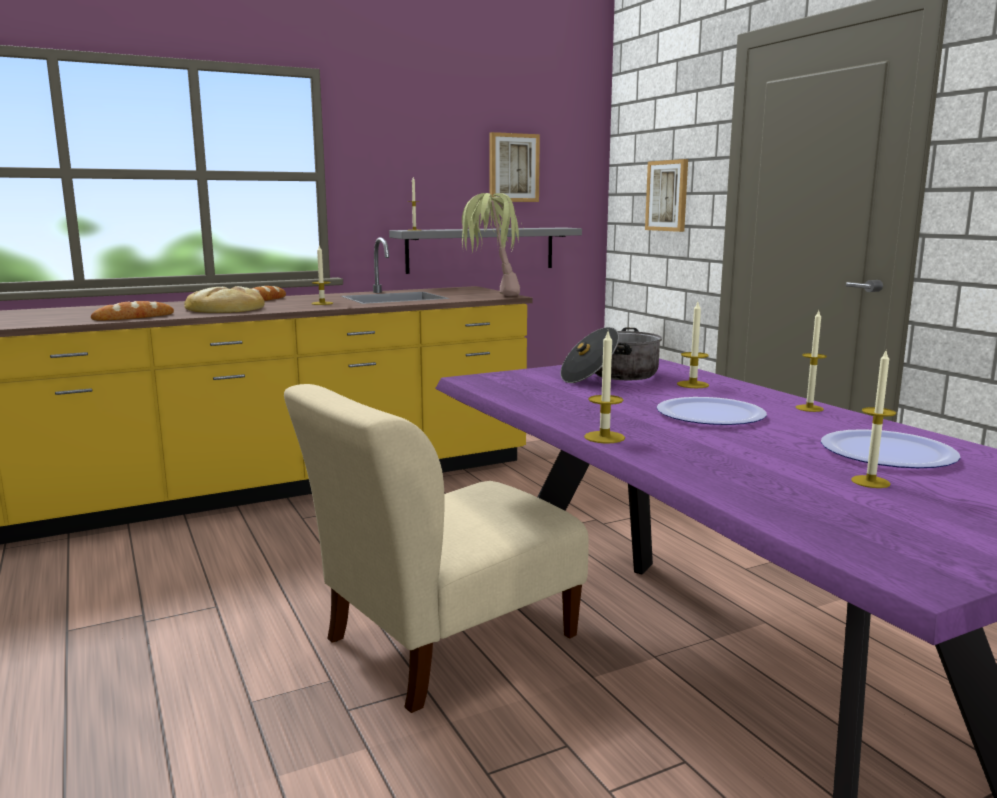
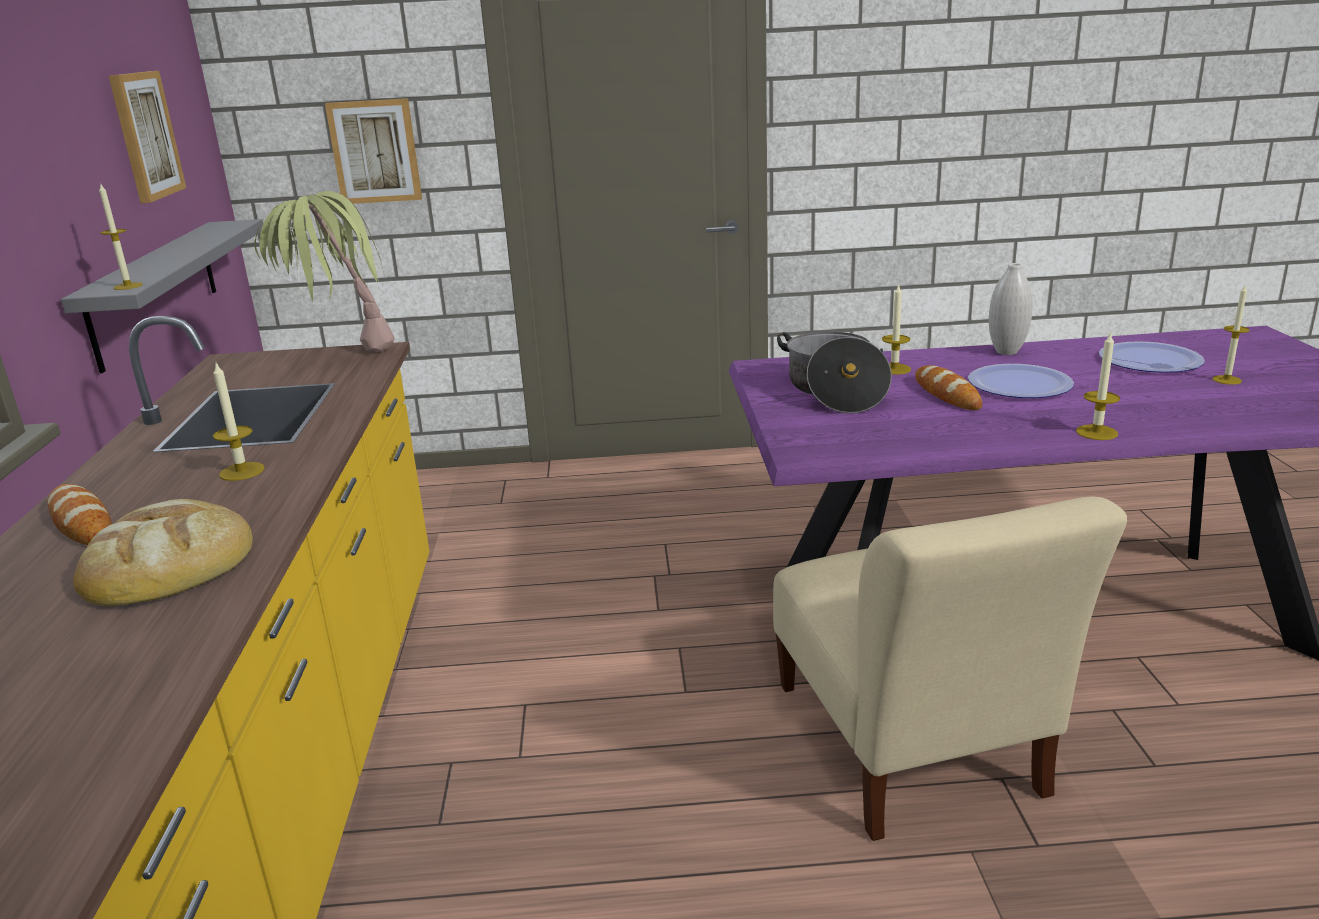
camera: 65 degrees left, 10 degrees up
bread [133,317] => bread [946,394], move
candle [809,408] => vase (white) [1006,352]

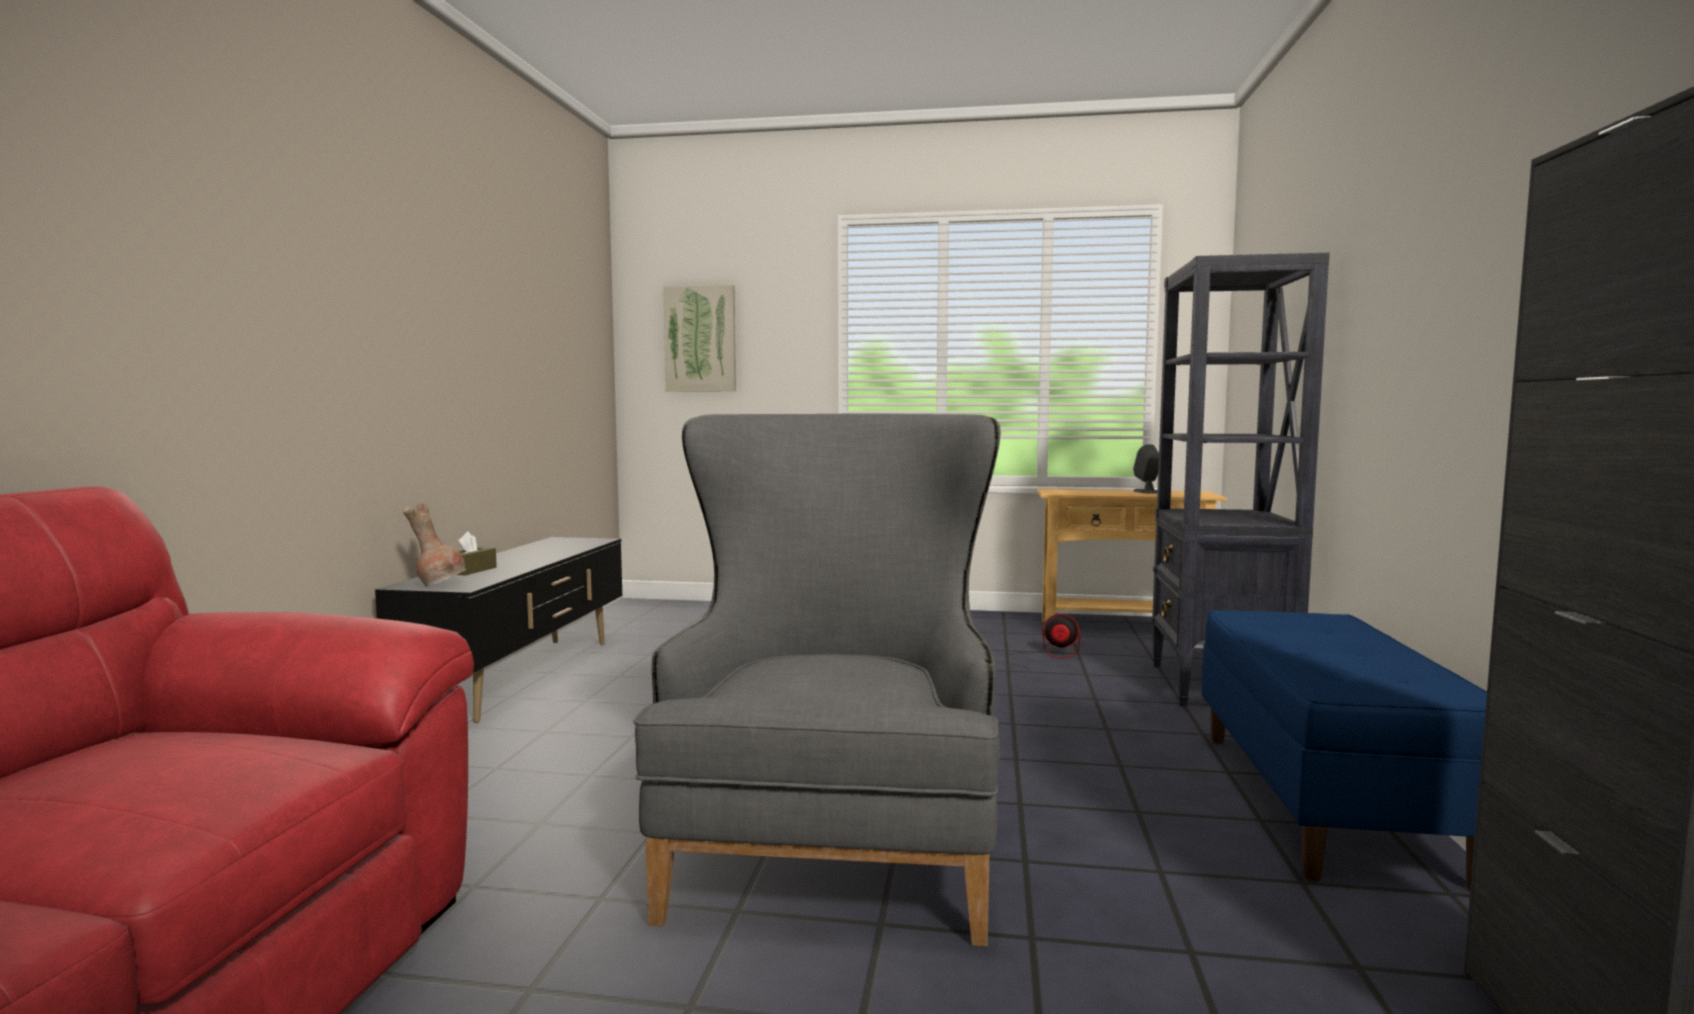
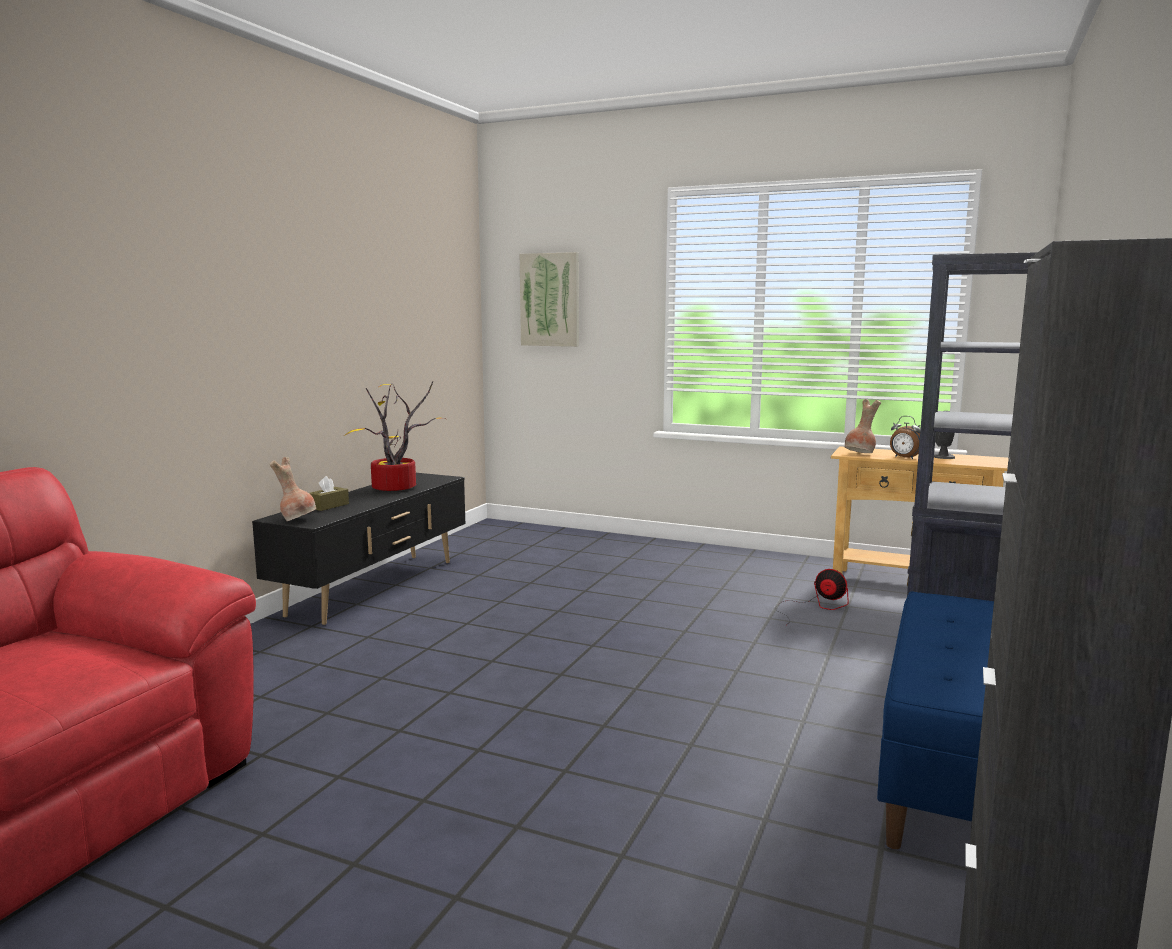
camera: 15 degrees right, 5 degrees up
armchair (grey) [835,851] => nothing
nothing => potted plant [394,489]
nothing => vase (brown) [860,454]
nothing => alarm clock [904,458]

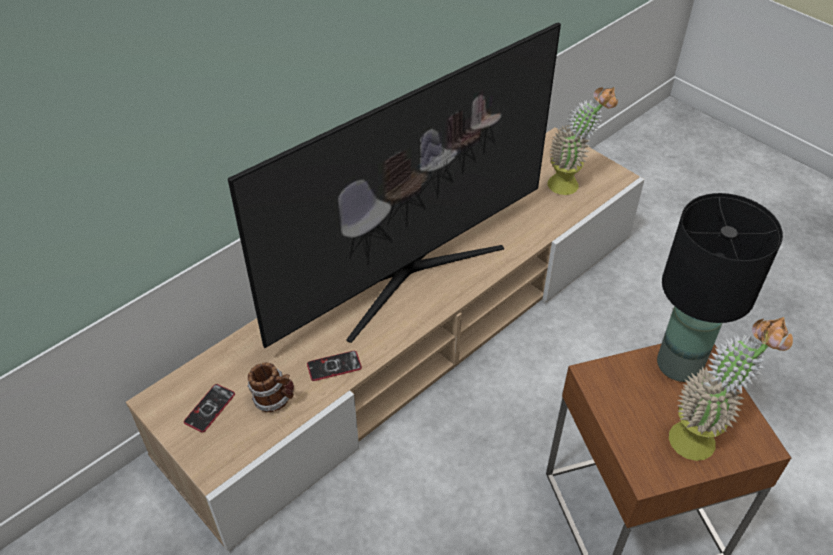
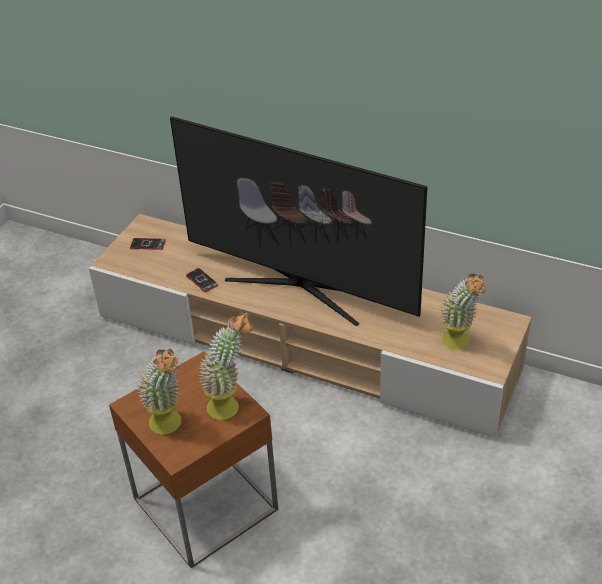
camera: 70 degrees right, 5 degrees down
mug [275,400] => nothing
table lamp (black) [680,364] => potted plant [231,405]

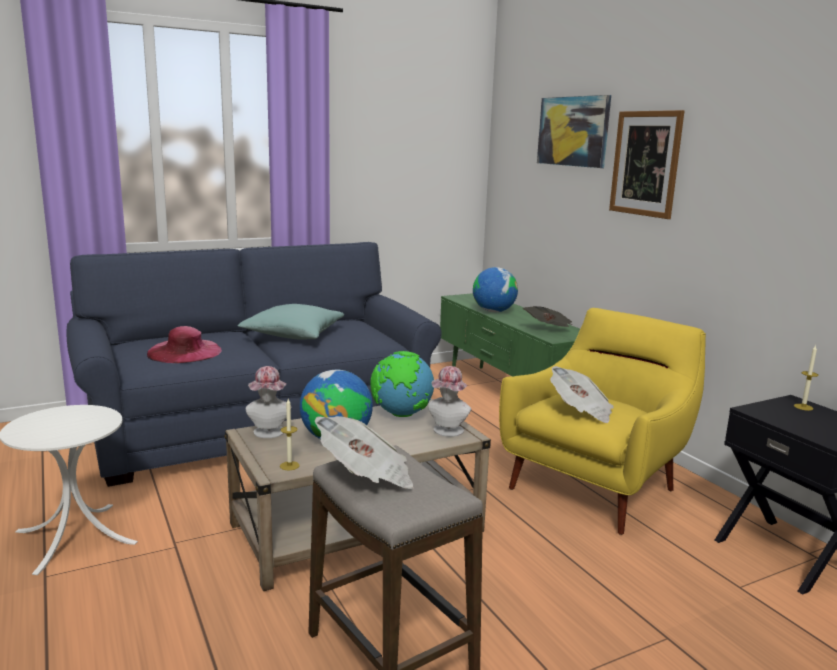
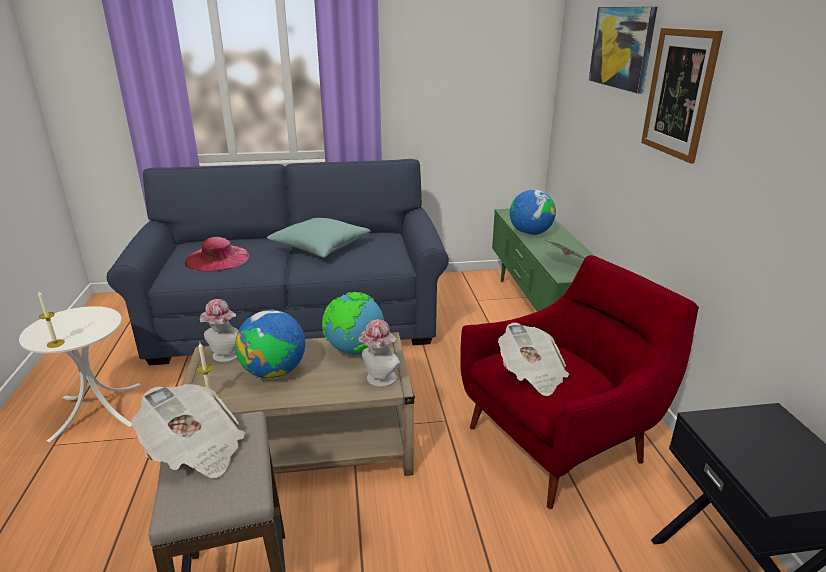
camera: 20 degrees right, 10 degrees up
candle [803,407] => candle [55,343], move
armchair (yellow) [596,486] => armchair (red) [560,441]

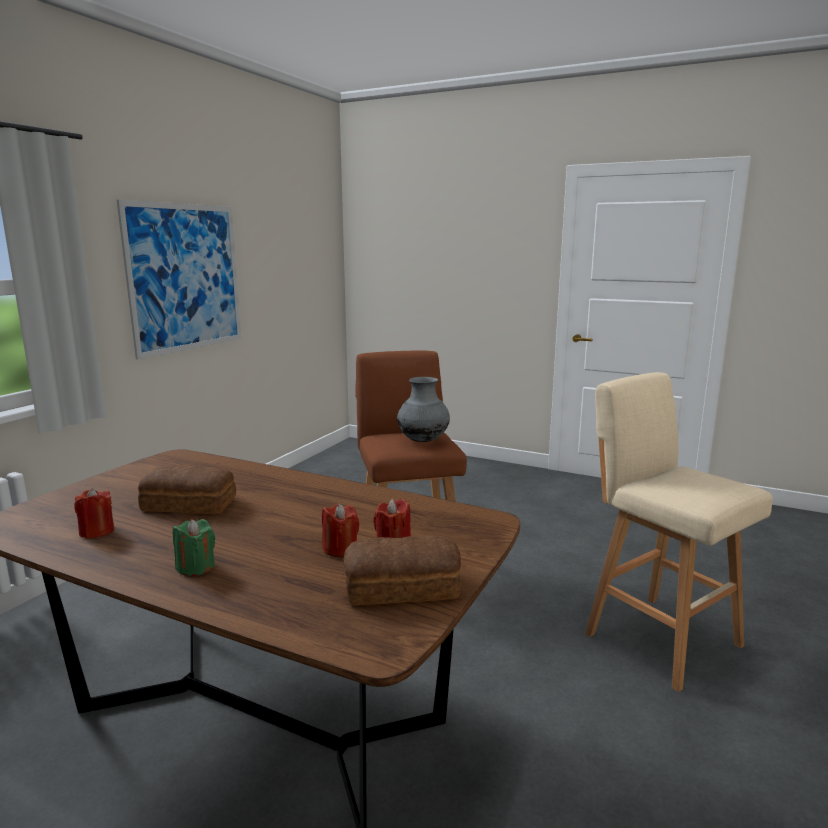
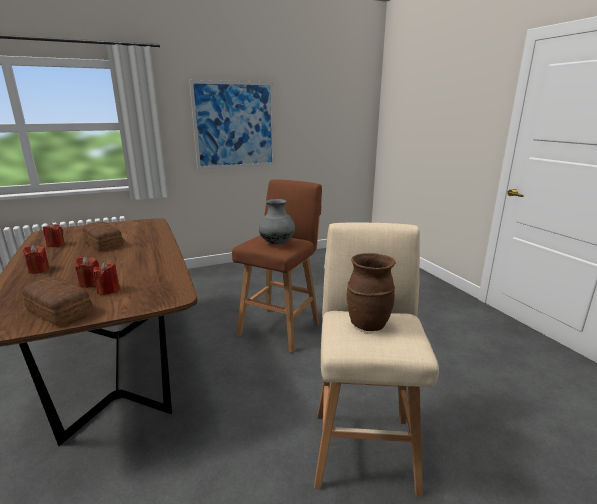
camera: 40 degrees right, 5 degrees up
nothing => vase (brown) [367,324]
candle (green) [196,567] => candle (red) [39,270]

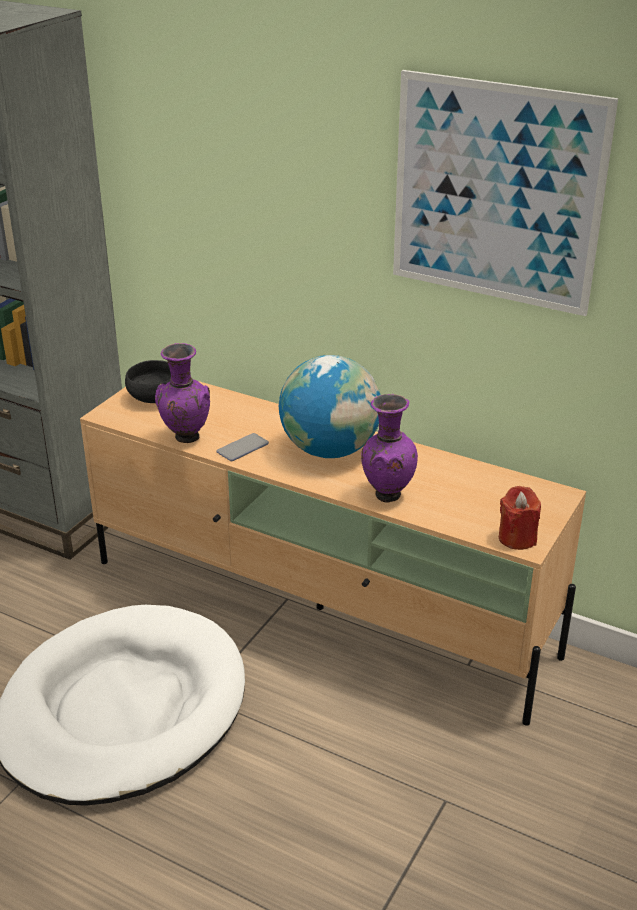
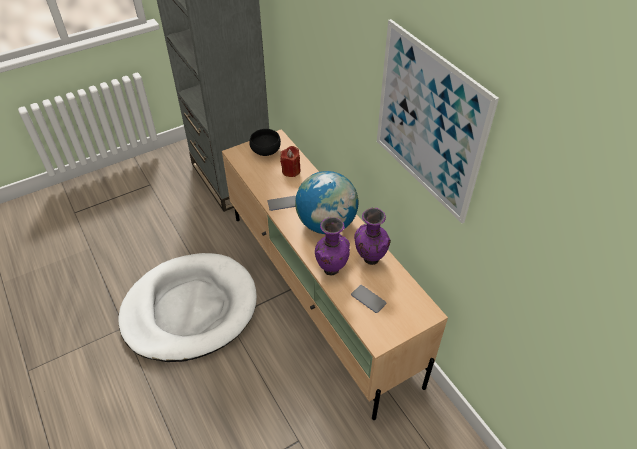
camera: 30 degrees right, 15 degrees up
nothing => phone [368,299]
vase (purple) [185,438] => vase (purple) [369,259], move
candle (red) [517,538] => candle (red) [291,170], move

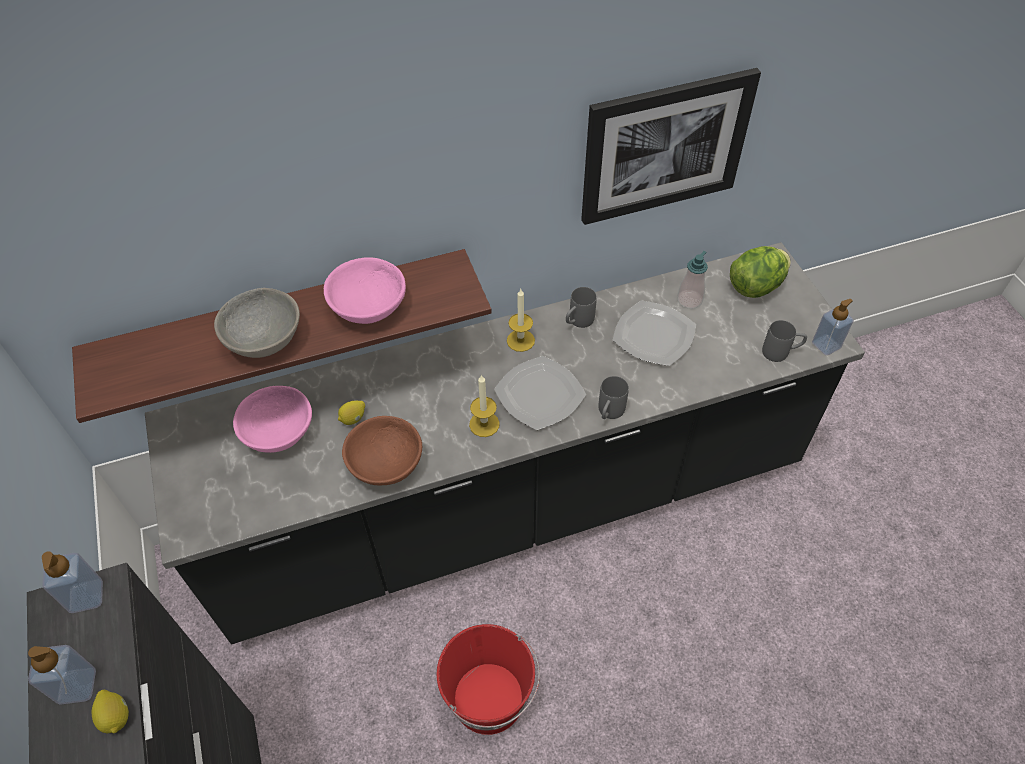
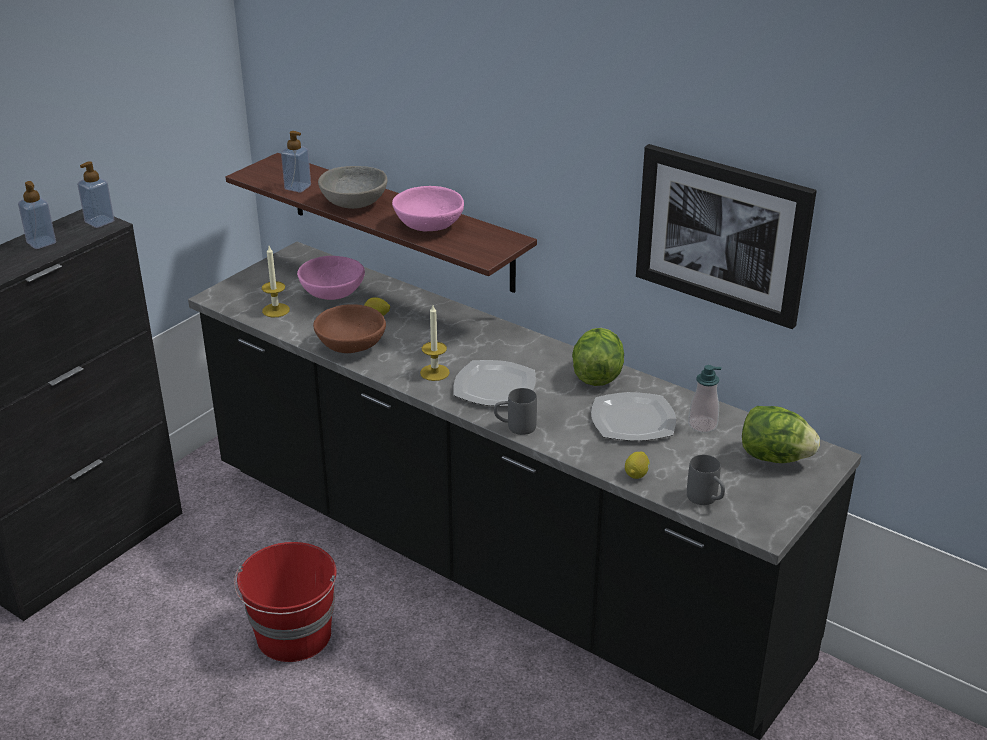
camera: 55 degrees right, 20 degrees down
lemon [116,716] => lemon [636,474], move
candle [520,340] => candle [276,310], move
soap dispenser [826,345] => soap dispenser [297,187], move
mug (grey) [577,322] => lettuce [597,376]

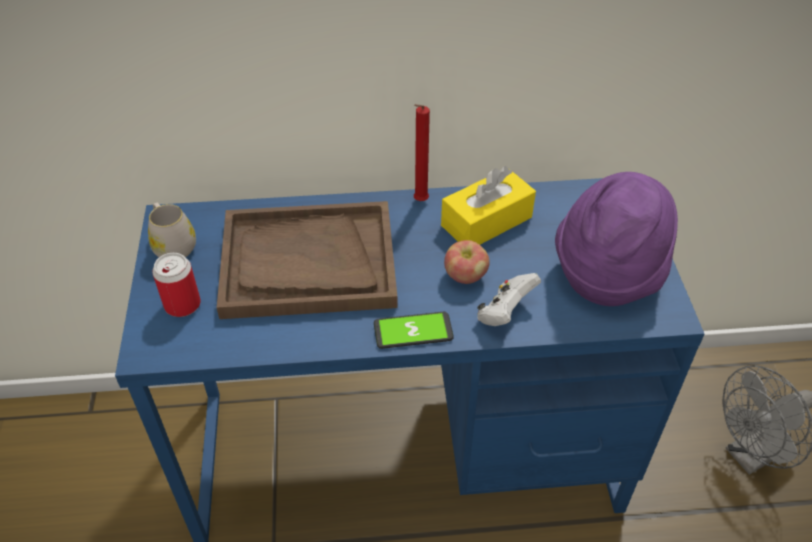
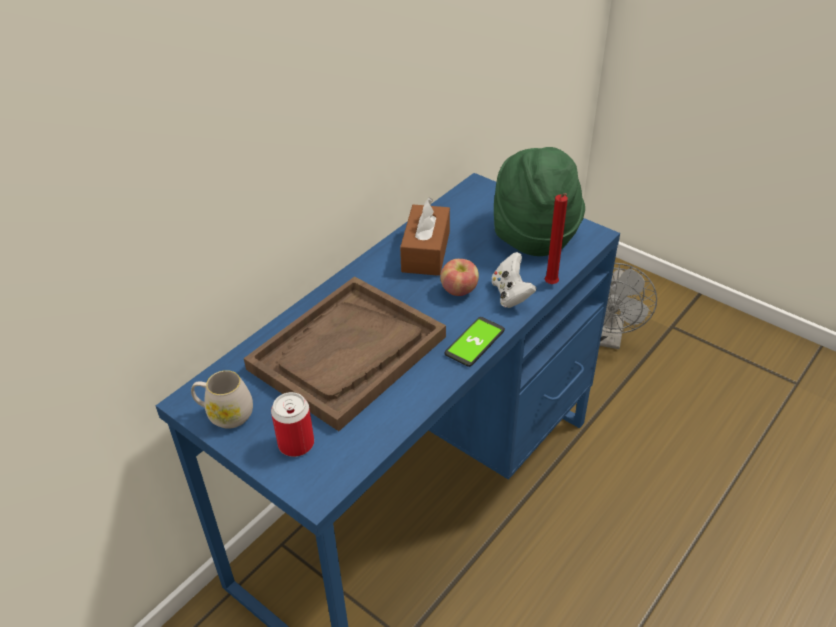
camera: 45 degrees left, 5 degrees down
candle (red) [419,202] => candle (red) [551,285], move
tissue box (yellow) [486,221] => tissue box (brown) [426,252]
hat (purple) [608,272] => hat (green) [533,234]

